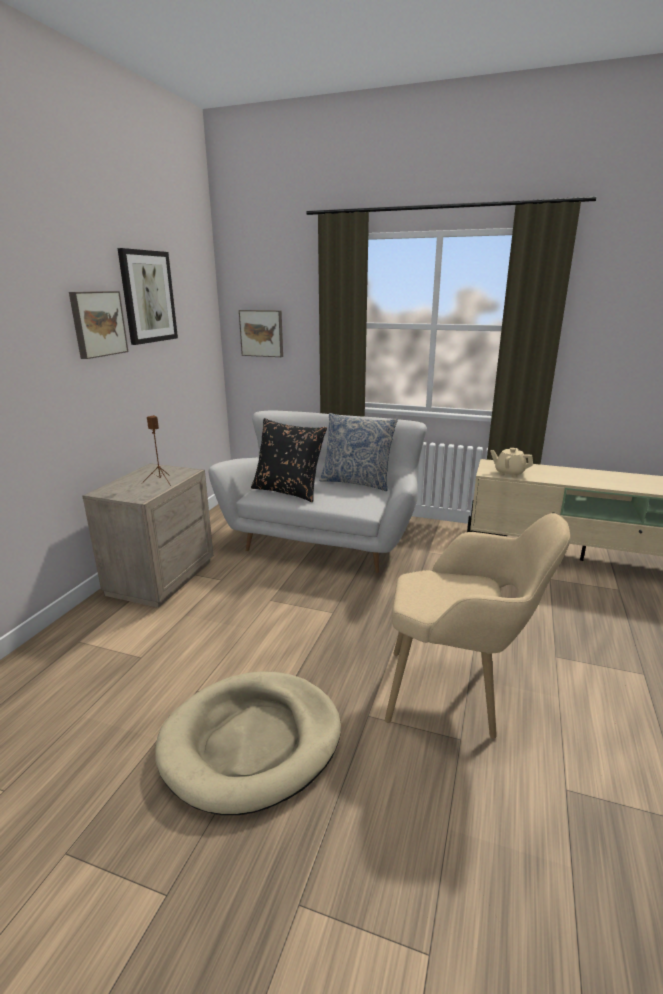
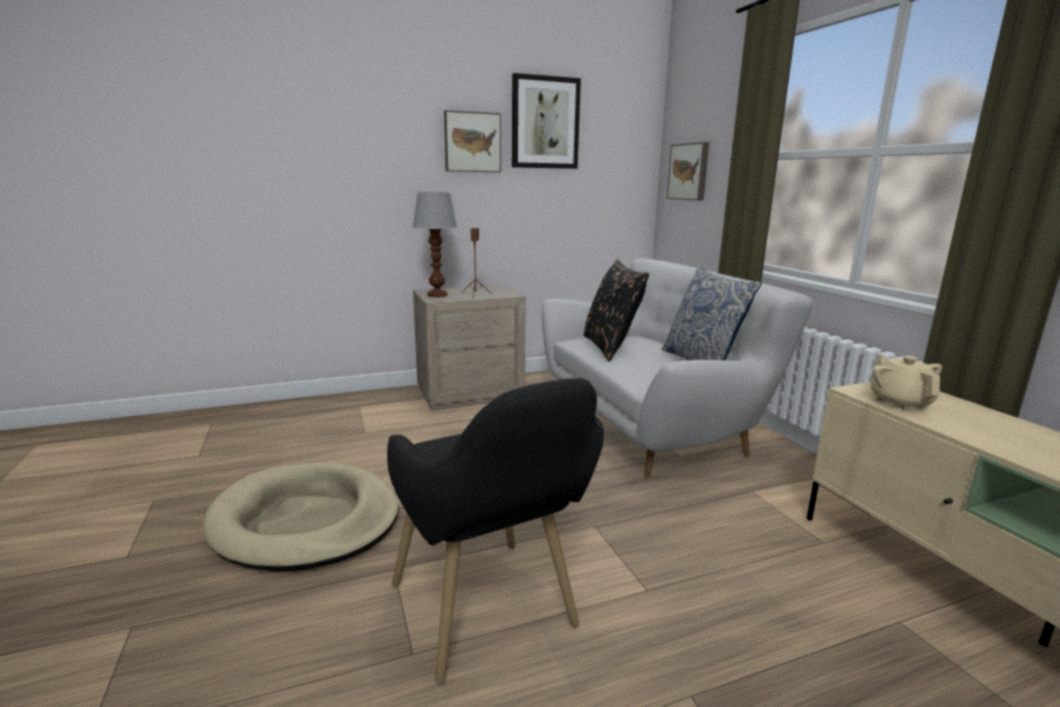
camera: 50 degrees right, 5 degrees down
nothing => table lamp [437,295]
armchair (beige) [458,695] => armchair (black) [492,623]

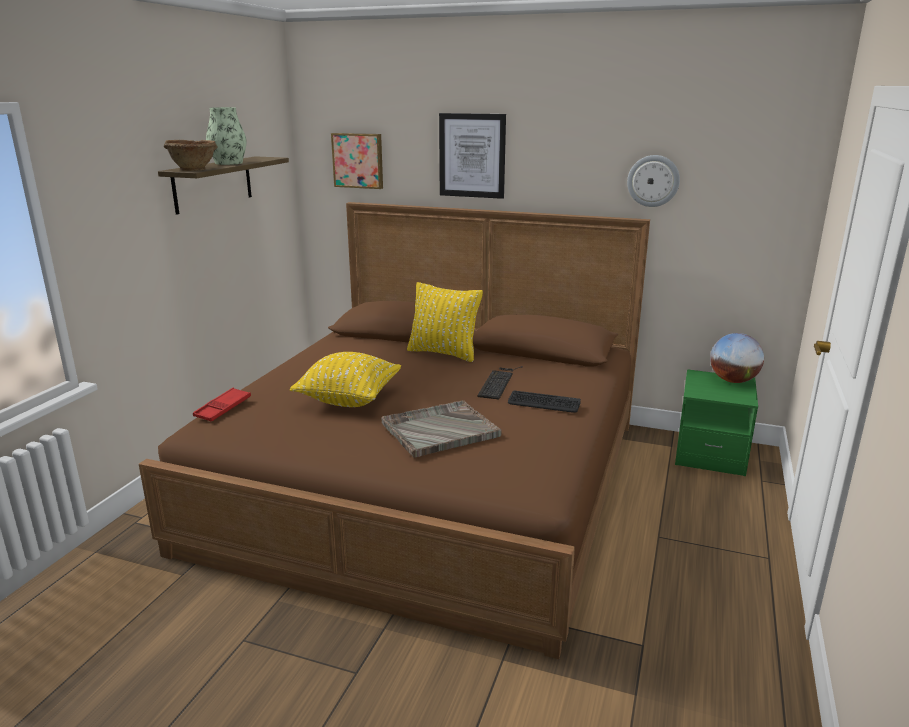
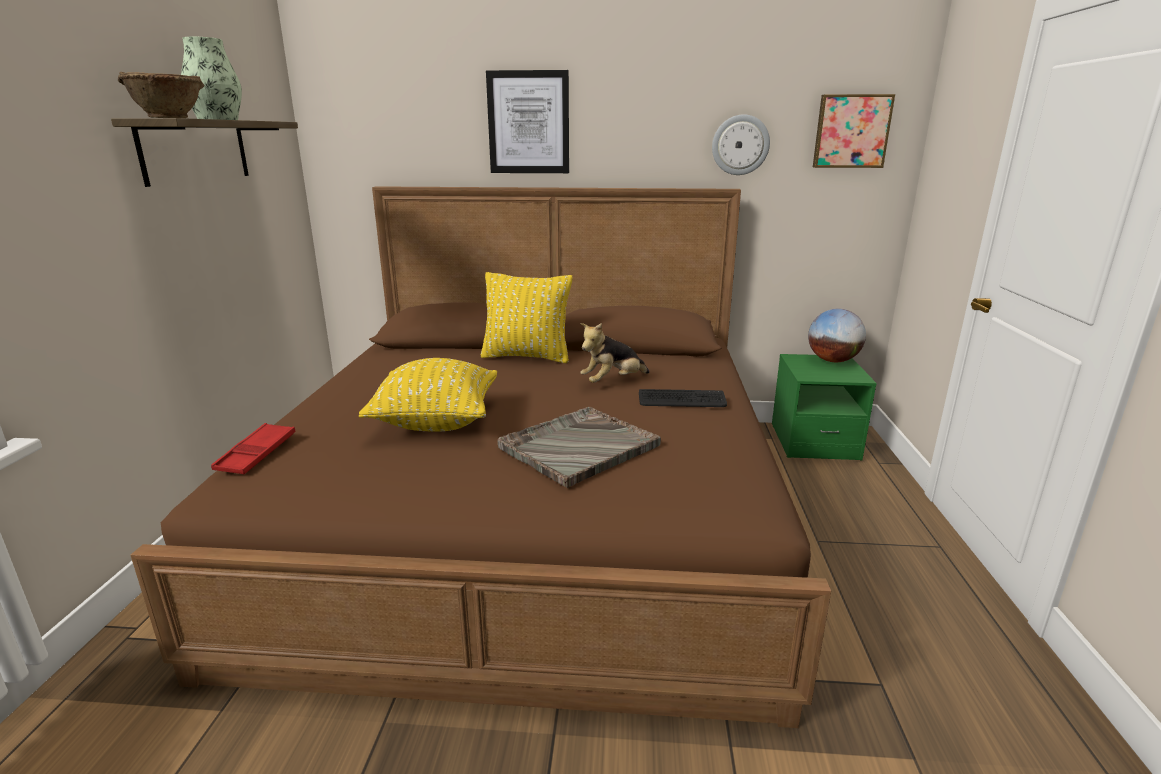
camera: 15 degrees left, 0 degrees up
picture [358,160] => picture [851,131], move
keyboard [498,382] => plush toy [613,382]

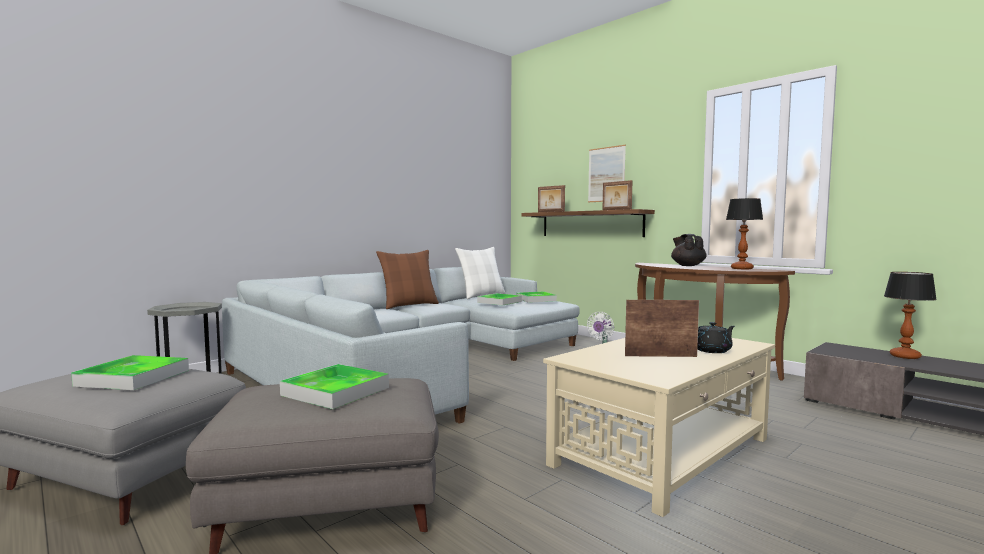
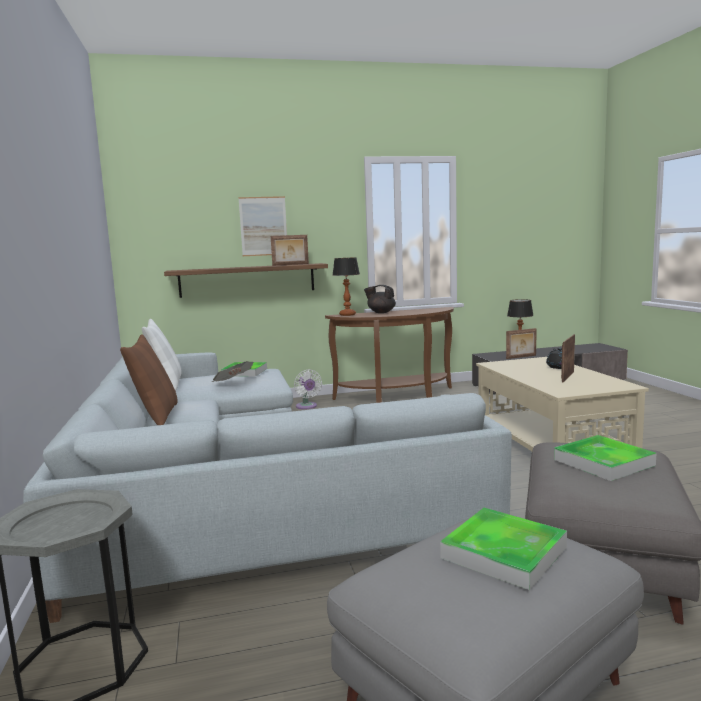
camera: 60 degrees left, 5 degrees up
picture frame [550,212] => picture frame [521,357], move
table lamp [741,268] => table lamp [347,314], move
tray [499,302] => newspaper [233,383]

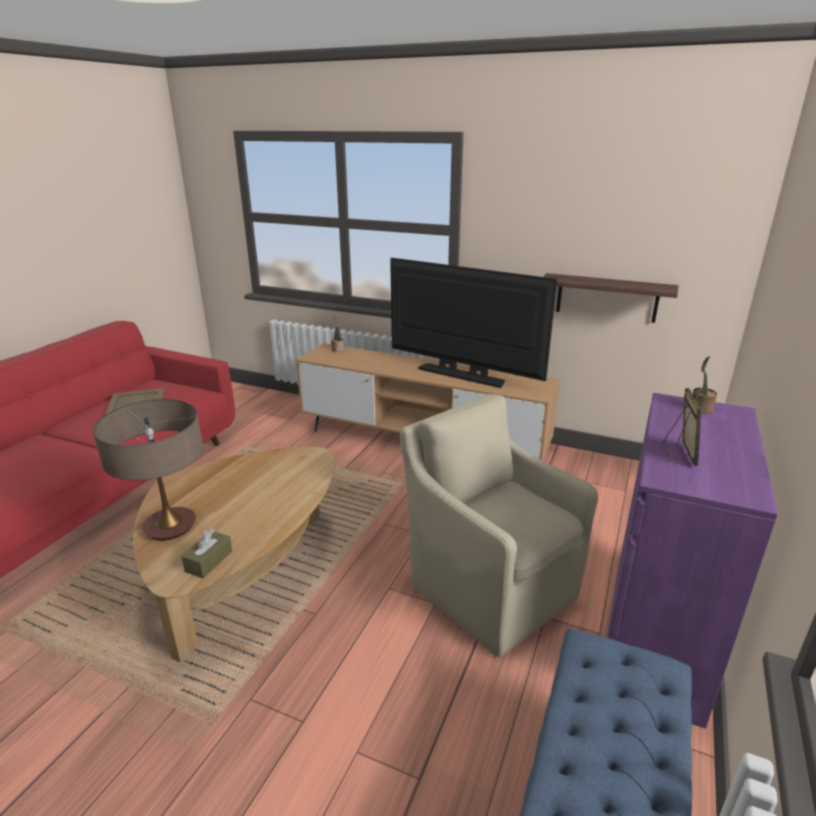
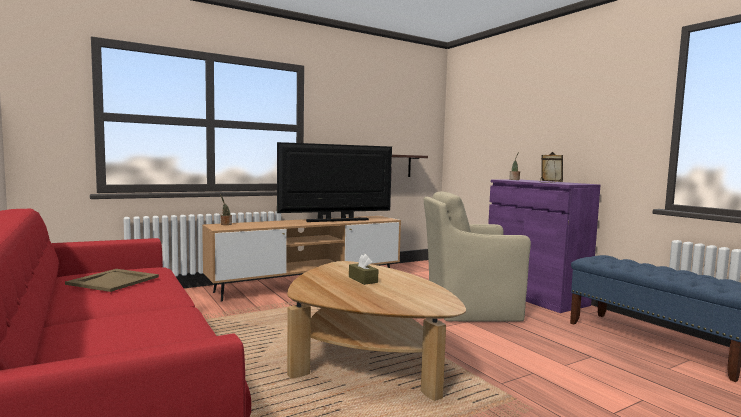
camera: 55 degrees left, 20 degrees down
table lamp [170,527] => nothing
tissue box (brown) [209,561] => tissue box (brown) [363,280], move

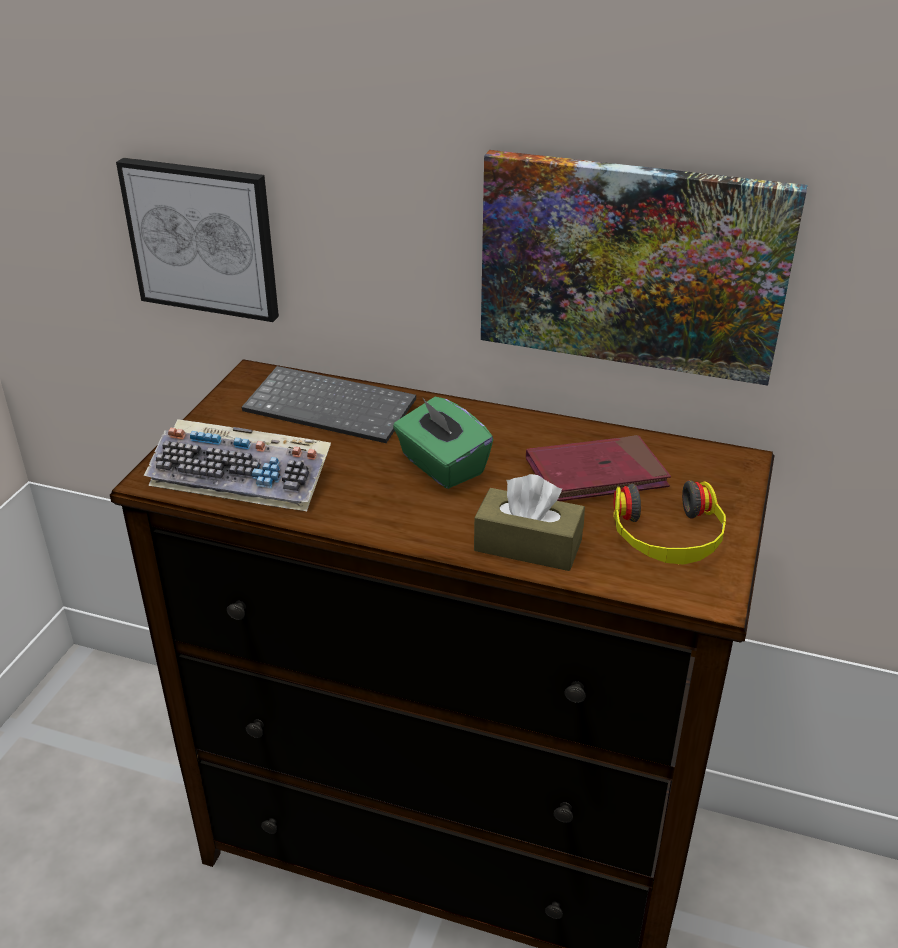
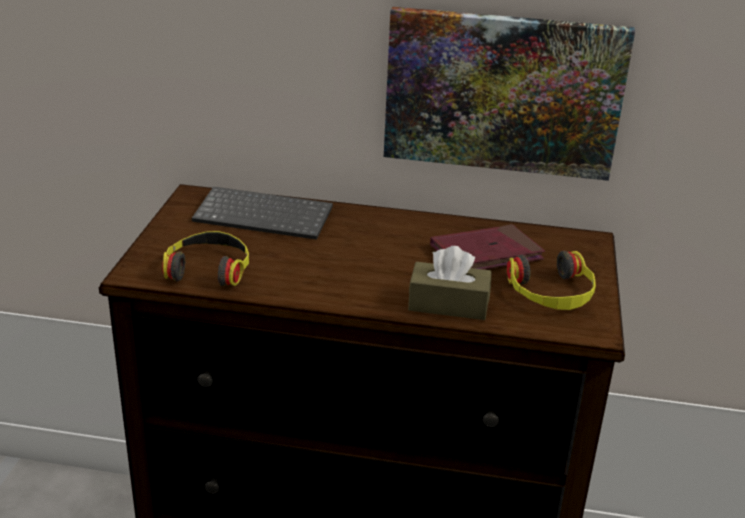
camera: 10 degrees left, 5 degrees down
picture [202,238] => nothing
tissue box (green) [441,466] => nothing
keyboard [244,477] => headphones [208,268]

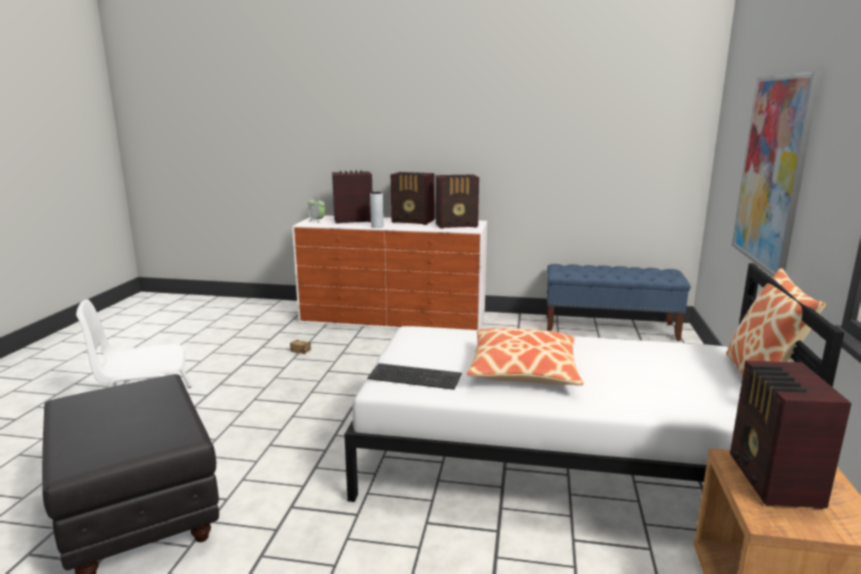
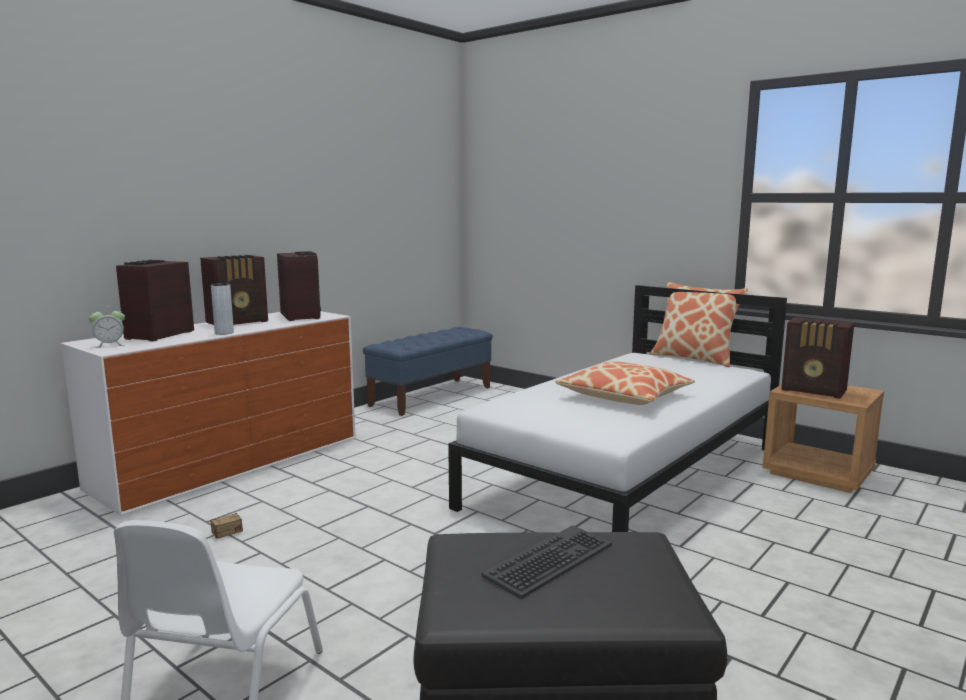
camera: 60 degrees left, 5 degrees down
picture [772,172] => nothing
keyboard [414,377] => keyboard [550,561], move
radio [457,225] => radio [301,316], 45 degrees counterclockwise

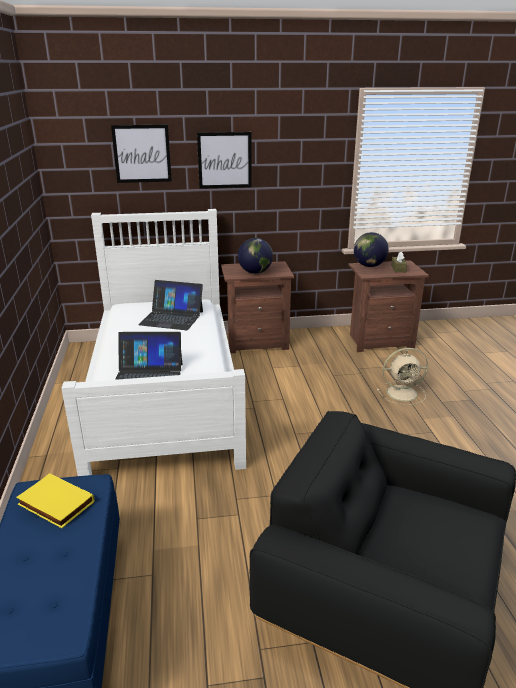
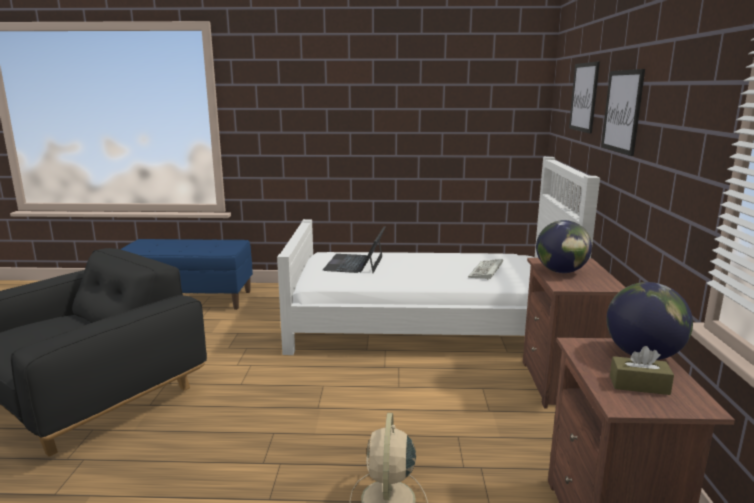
camera: 100 degrees right, 10 degrees down
book (yellow) [54,504] => nothing
laptop [172,318] => keyboard [486,272]

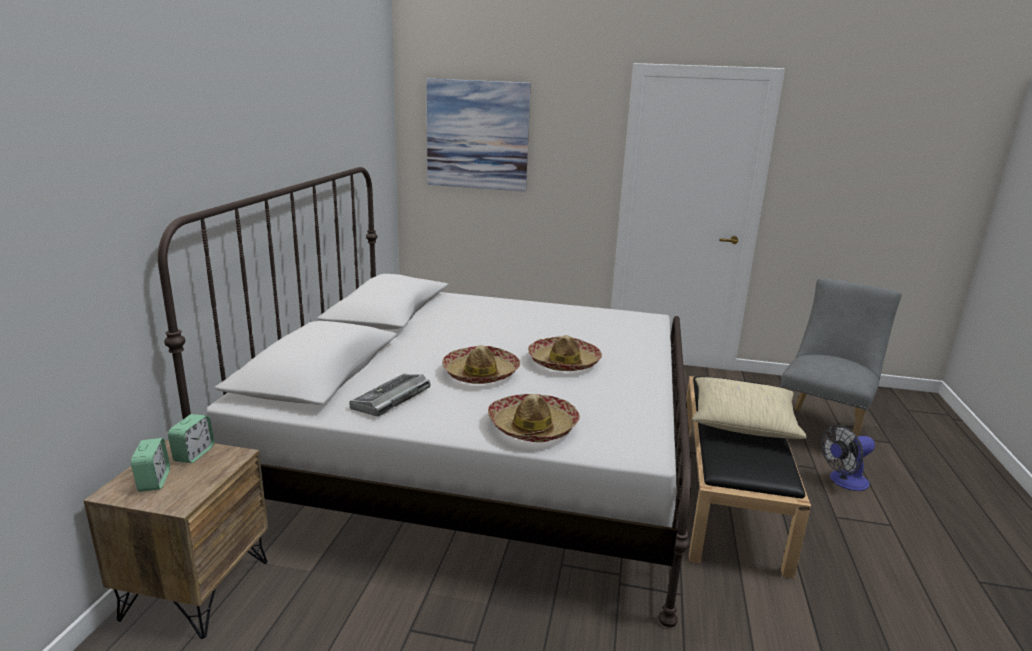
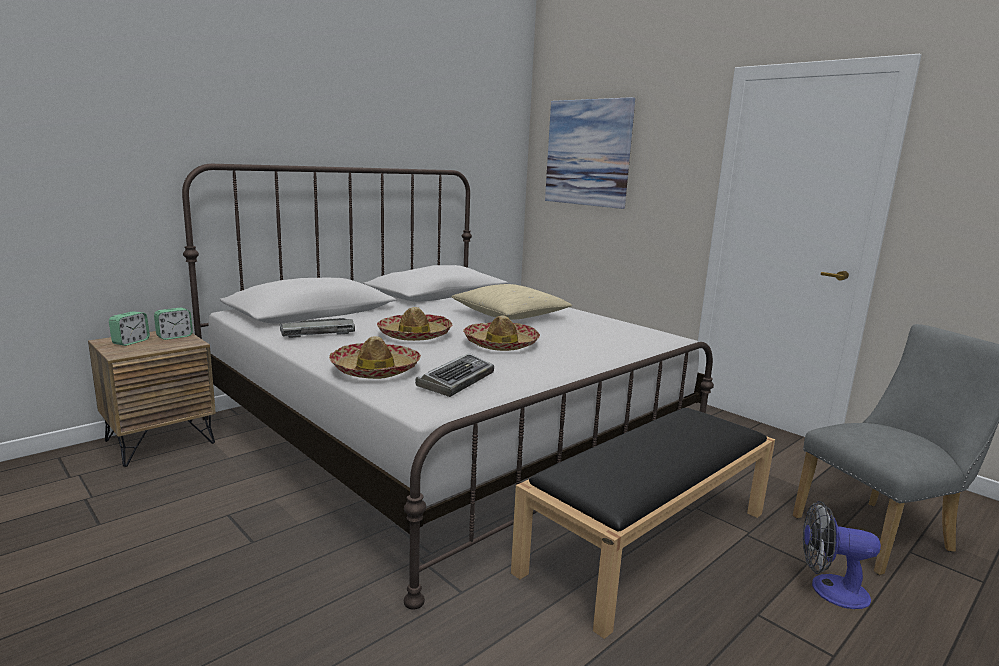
camera: 35 degrees right, 5 degrees down
nothing => keyboard [456,381]
pillow (beige) [743,421] => pillow (beige) [510,315], move

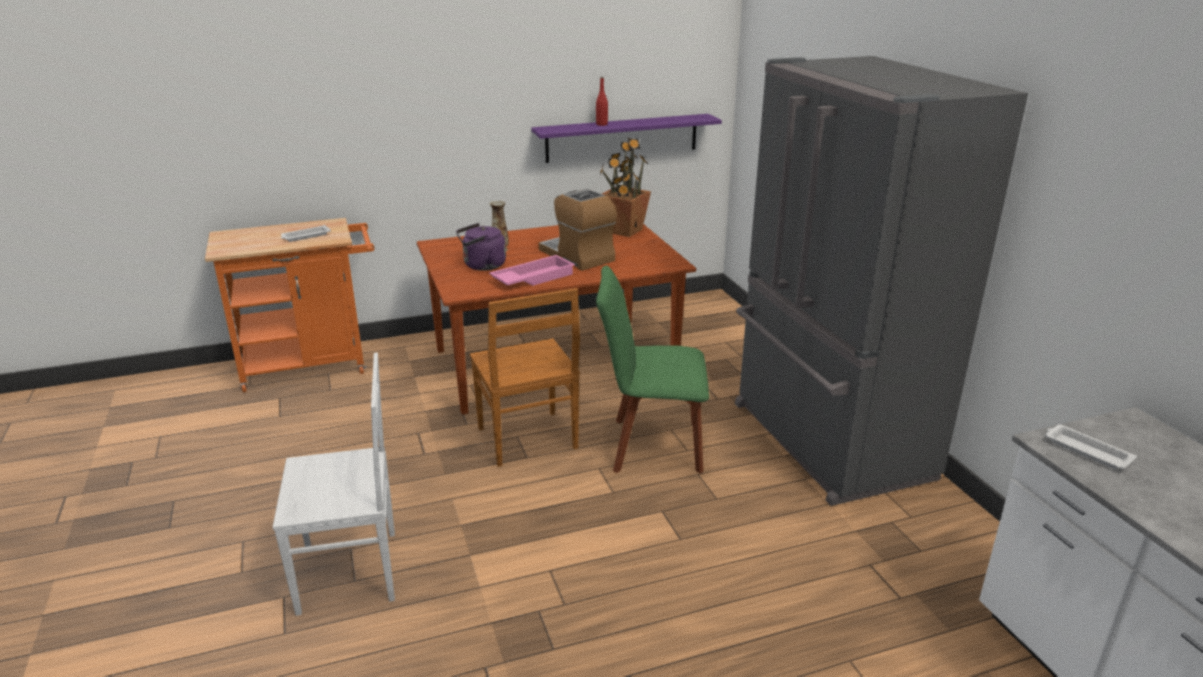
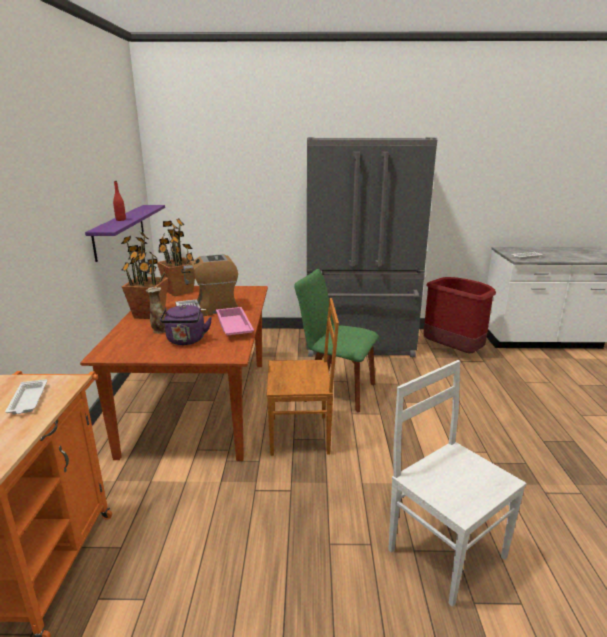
camera: 70 degrees left, 5 degrees down
nothing => potted plant [149,314]
nothing => trash can (red) [453,351]
chair (white) [352,571] => chair (white) [444,551], 45 degrees counterclockwise
chair (green) [650,446] => chair (green) [336,391], 90 degrees clockwise

